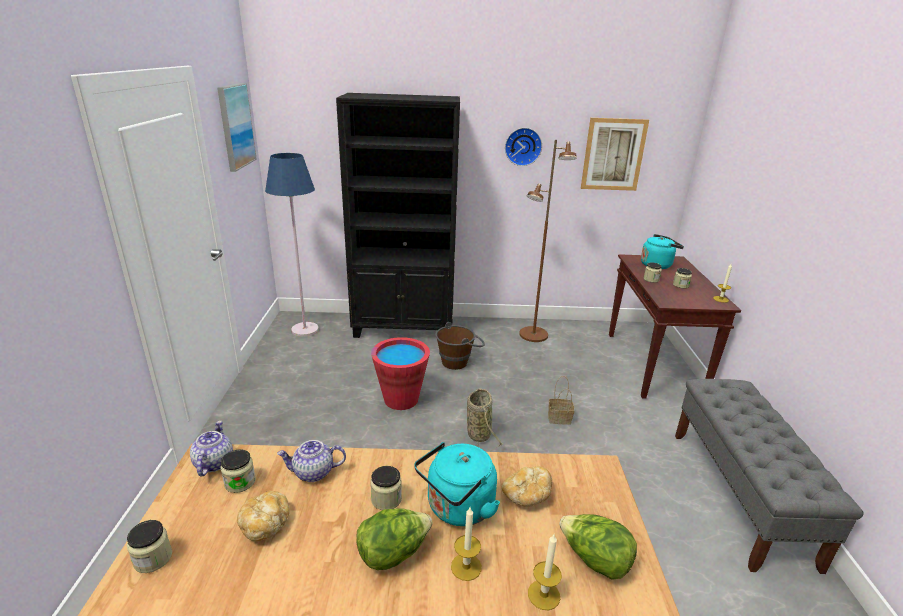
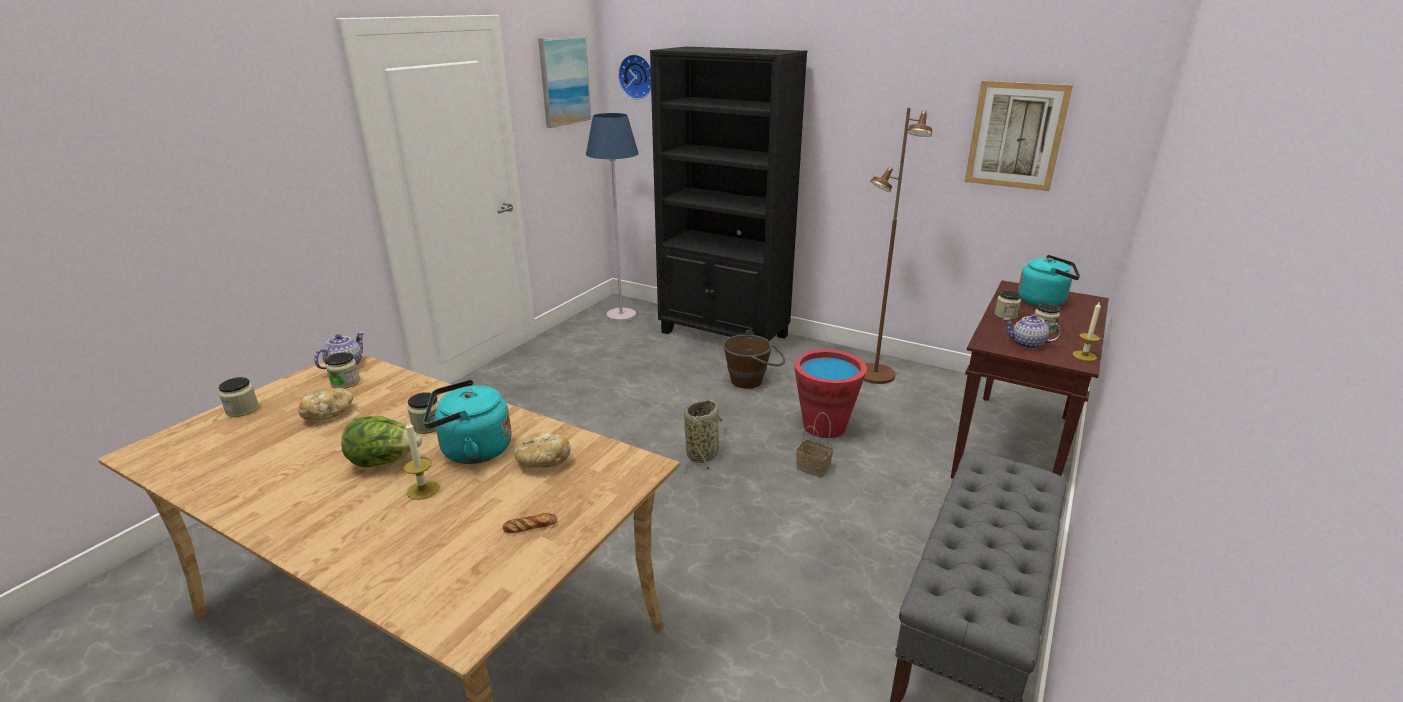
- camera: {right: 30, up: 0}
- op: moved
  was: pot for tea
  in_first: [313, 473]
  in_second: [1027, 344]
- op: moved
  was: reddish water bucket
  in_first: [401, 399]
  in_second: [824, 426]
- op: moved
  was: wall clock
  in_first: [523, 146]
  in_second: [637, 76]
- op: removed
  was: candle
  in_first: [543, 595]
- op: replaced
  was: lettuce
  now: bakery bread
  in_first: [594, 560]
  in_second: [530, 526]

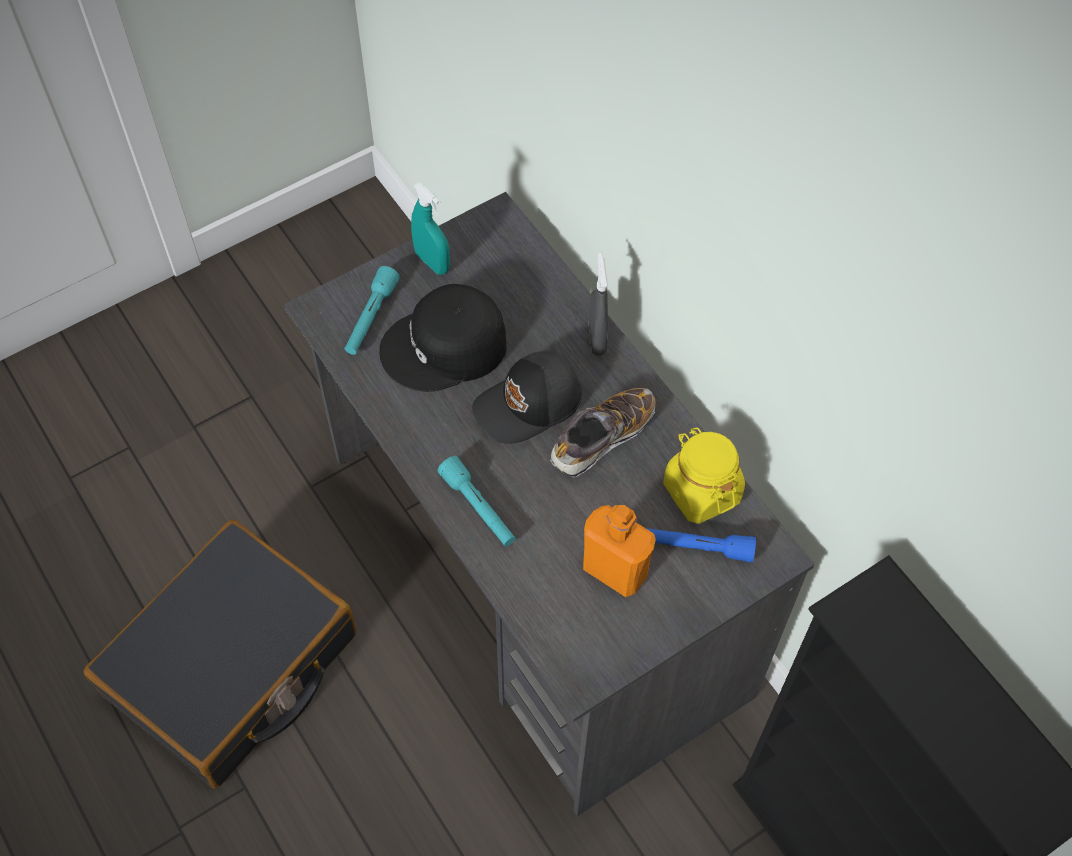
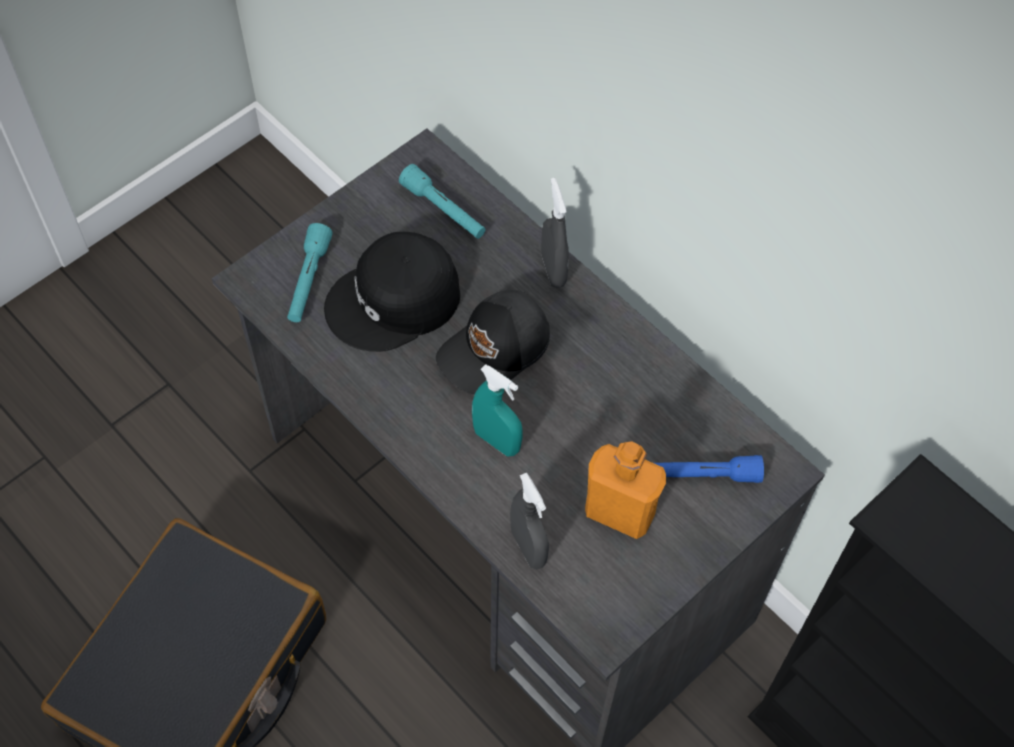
- camera: {right: -10, up: 0}
- op: moved
  was: turquoise-coloured spray bottle
  in_first: [432, 262]
  in_second: [497, 441]
- op: moved
  was: turquoise-coloured hand torch
  in_first: [478, 508]
  in_second: [444, 210]
- op: removed
  was: shoe
  in_first: [602, 438]
- op: removed
  was: yellowish jar
  in_first: [701, 491]
- op: added
  now: grey spray bottle
  in_second: [528, 547]

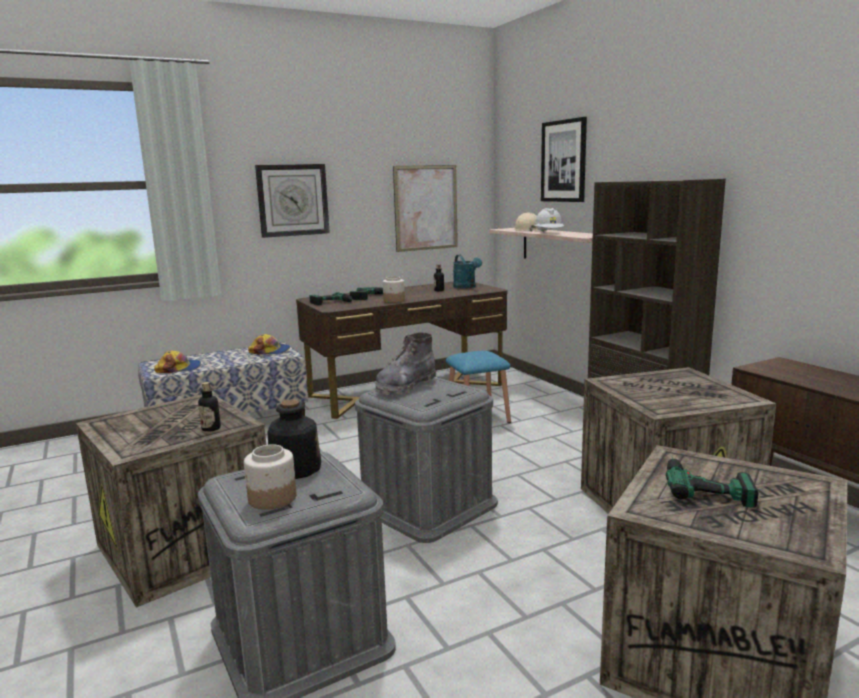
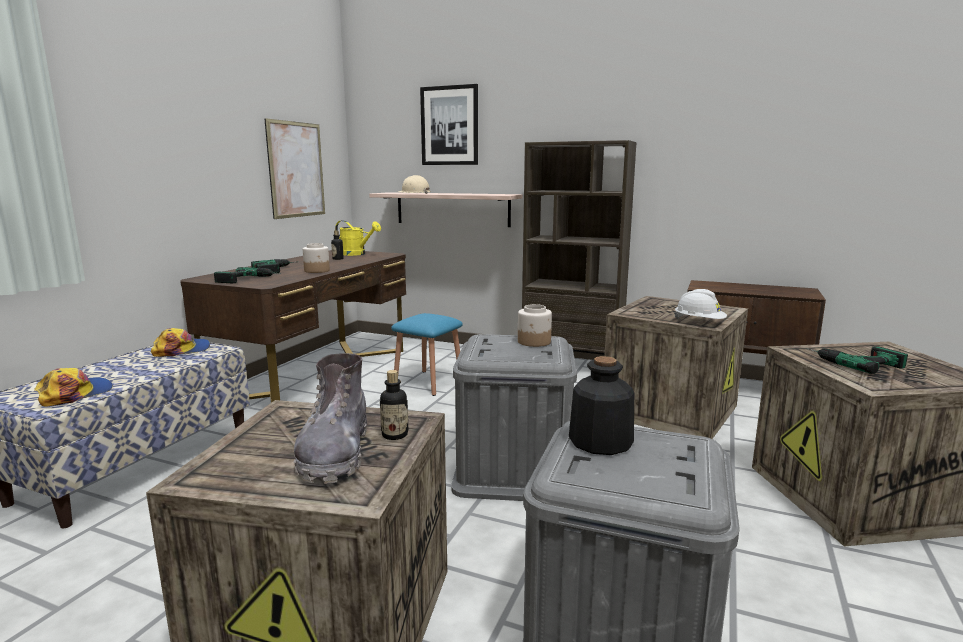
- camera: {right: -40, up: 0}
- op: moved
  was: jar
  in_first: [272, 498]
  in_second: [534, 342]
- op: removed
  was: wall clock
  in_first: [293, 200]
- op: moved
  was: grey boot
  in_first: [406, 386]
  in_second: [335, 453]
- op: recoloured
  was: turquoise-coloured watering pot
  now: yellowish watering pot
  in_first: [466, 287]
  in_second: [357, 254]
- op: moved
  was: white hard hat
  in_first: [548, 233]
  in_second: [699, 322]

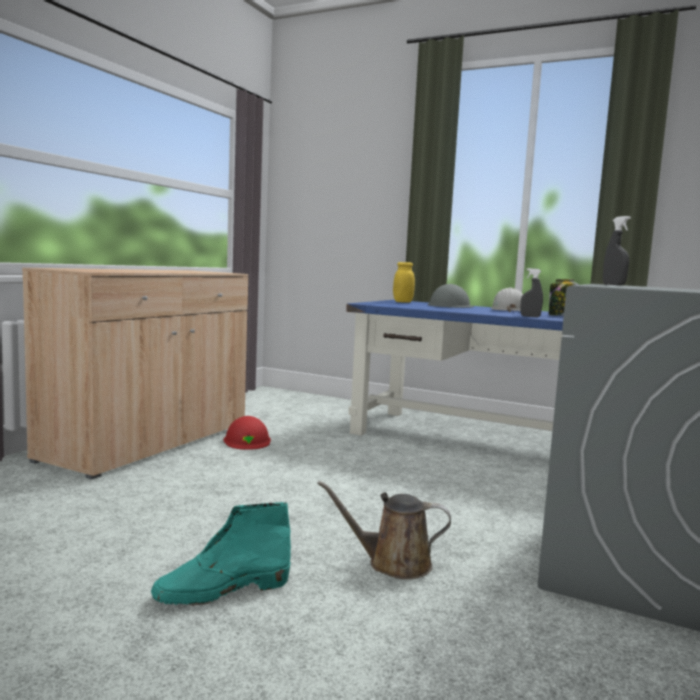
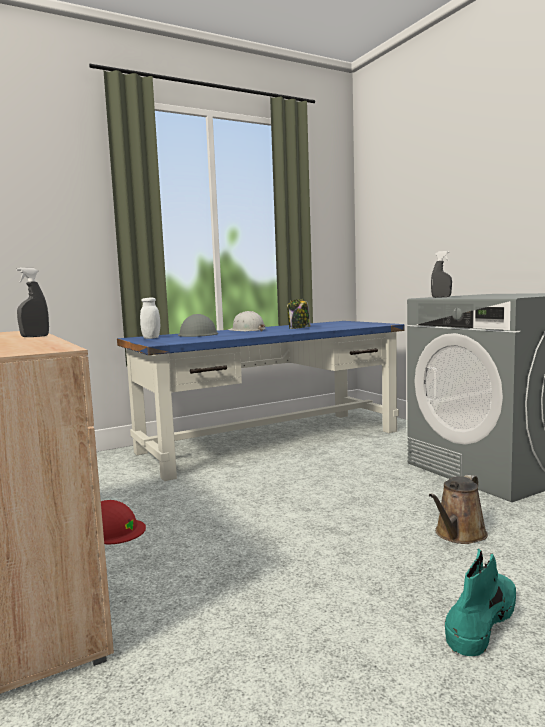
- camera: {right: -55, up: 0}
- op: turned
  was: turquoise-coloured boot
  in_first: [221, 591]
  in_second: [482, 619]
  clockwise: -150
- op: recoloured
  was: yellowish jar
  now: white jar
  in_first: [403, 302]
  in_second: [151, 338]
- op: moved
  was: grey spray bottle
  in_first: [530, 316]
  in_second: [35, 336]

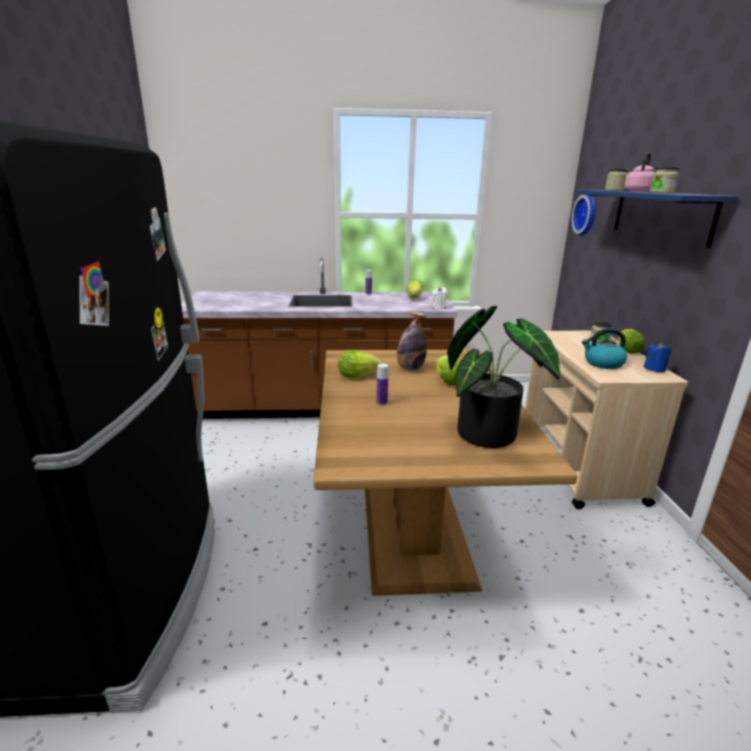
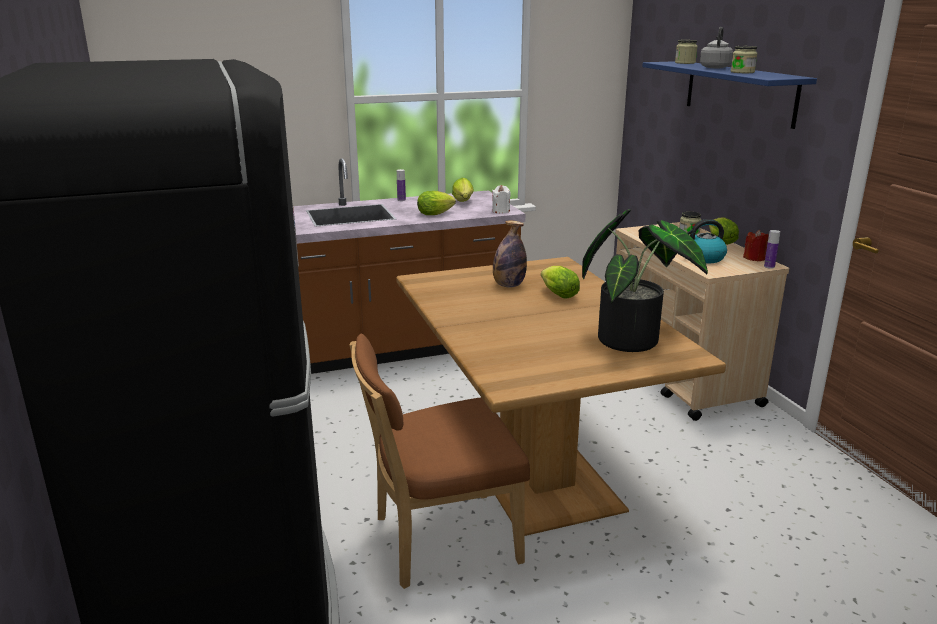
- camera: {right: -15, up: 0}
- op: moved
  was: lettuce
  in_first: [360, 376]
  in_second: [437, 214]
- op: moved
  was: beverage bottle
  in_first: [382, 403]
  in_second: [769, 266]
- op: removed
  was: wall clock
  in_first: [587, 214]
- op: recoloured
  was: pinkish kettle
  now: grey kettle
  in_first: [639, 191]
  in_second: [715, 67]
- op: recoloured
  was: blue-coloured candle
  now: reddish candle
  in_first: [654, 369]
  in_second: [754, 258]
- op: added
  now: brownish chair
  in_second: [439, 540]

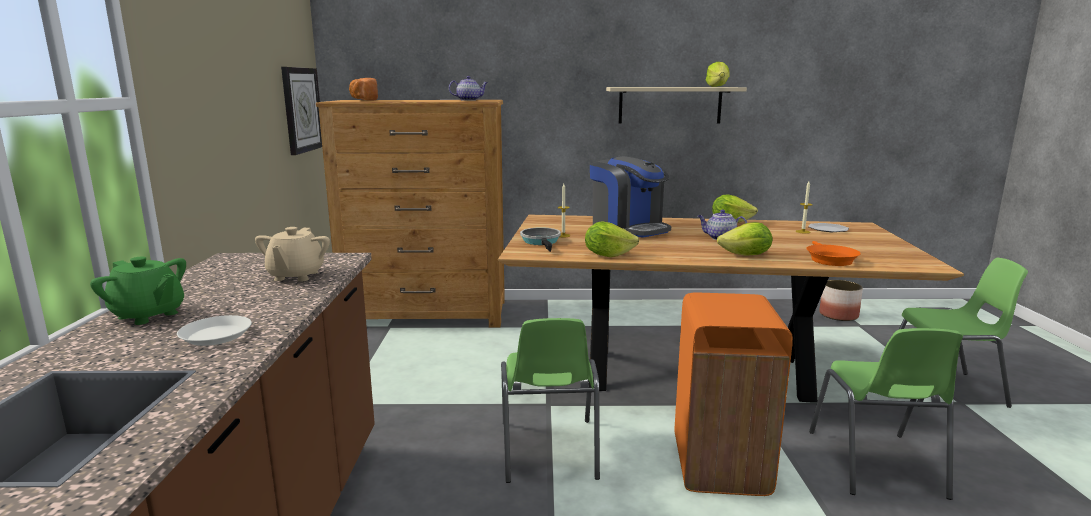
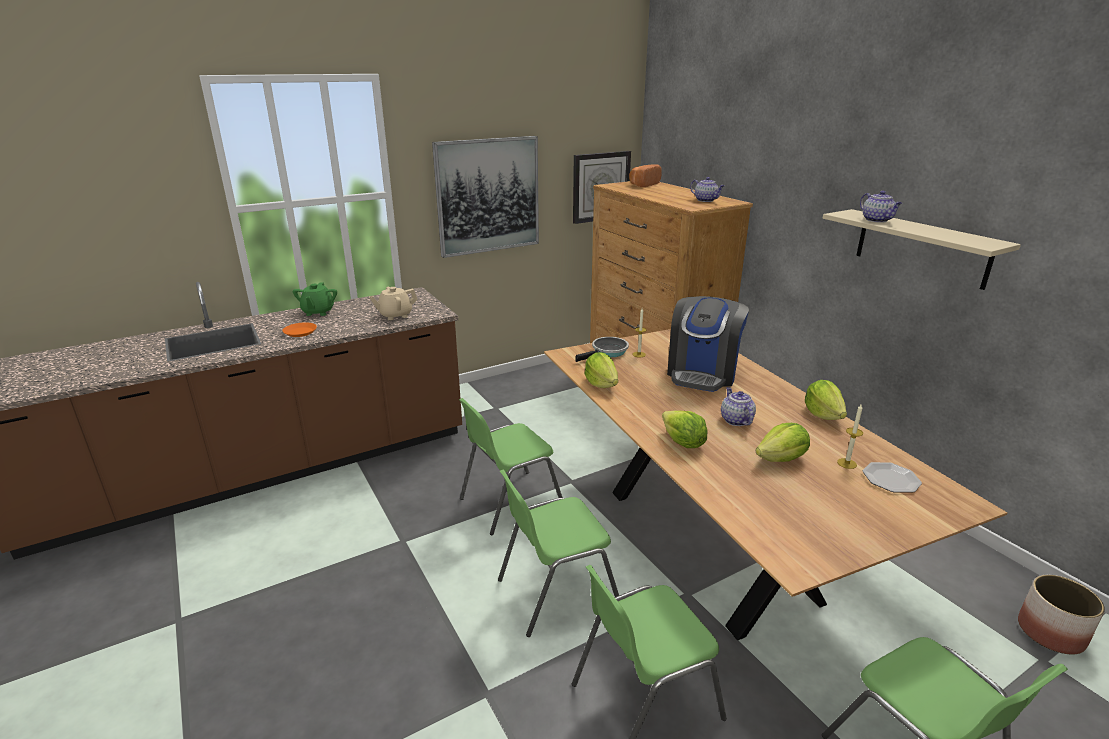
- camera: {right: 60, up: 10}
- op: recoloured
  was: white flat dish
  now: orange flat dish
  in_first: [216, 335]
  in_second: [300, 332]
- op: replaced
  was: orange waste bin
  now: green chair
  in_first: [719, 466]
  in_second: [555, 592]
- op: moved
  was: lettuce
  in_first: [717, 86]
  in_second: [781, 459]
- op: removed
  was: orange pan
  in_first: [829, 259]
- op: added
  now: picture
  in_second: [488, 196]
- op: added
  now: pot for tea
  in_second: [877, 220]

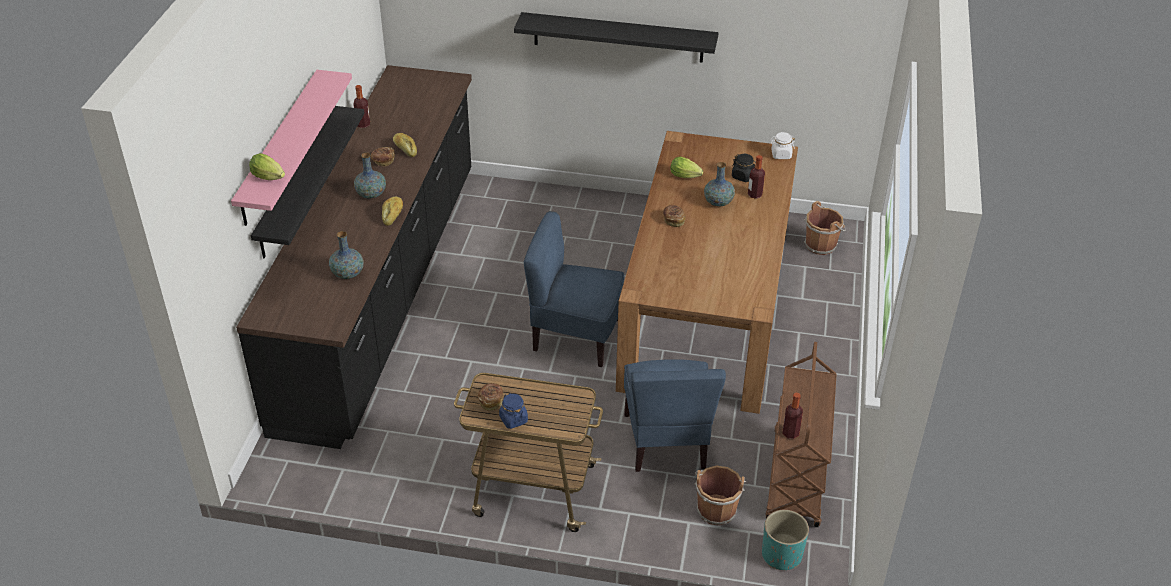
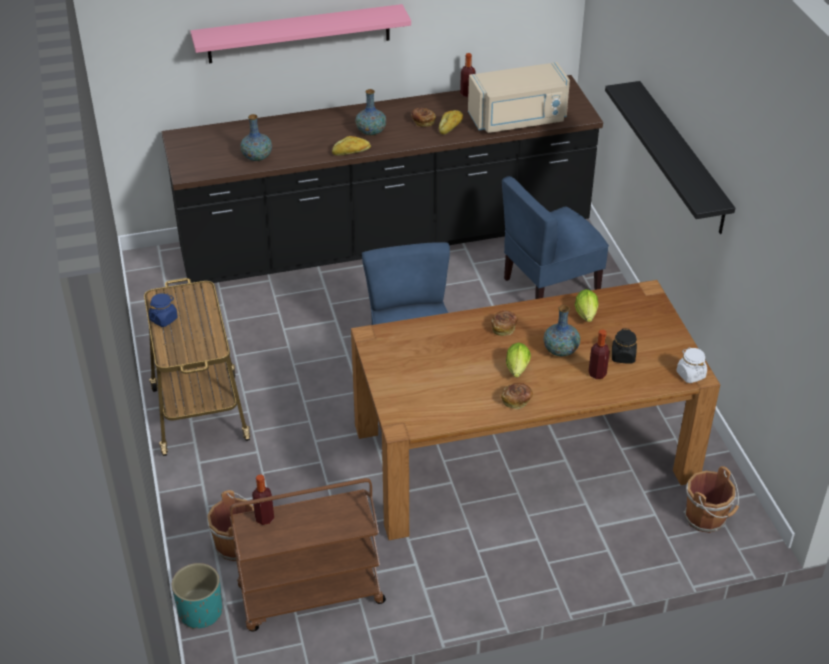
- camera: {right: 65, up: 0}
- op: moved
  was: lettuce
  in_first: [270, 178]
  in_second: [517, 370]
- op: removed
  was: blackish wall shelf
  in_first: [295, 182]
- op: moved
  was: bakery bread
  in_first: [491, 401]
  in_second: [516, 401]
- op: moved
  was: blue-coloured chair
  in_first: [666, 441]
  in_second: [550, 286]
- op: added
  now: beige-coloured kitchen microwave
  in_second: [518, 120]

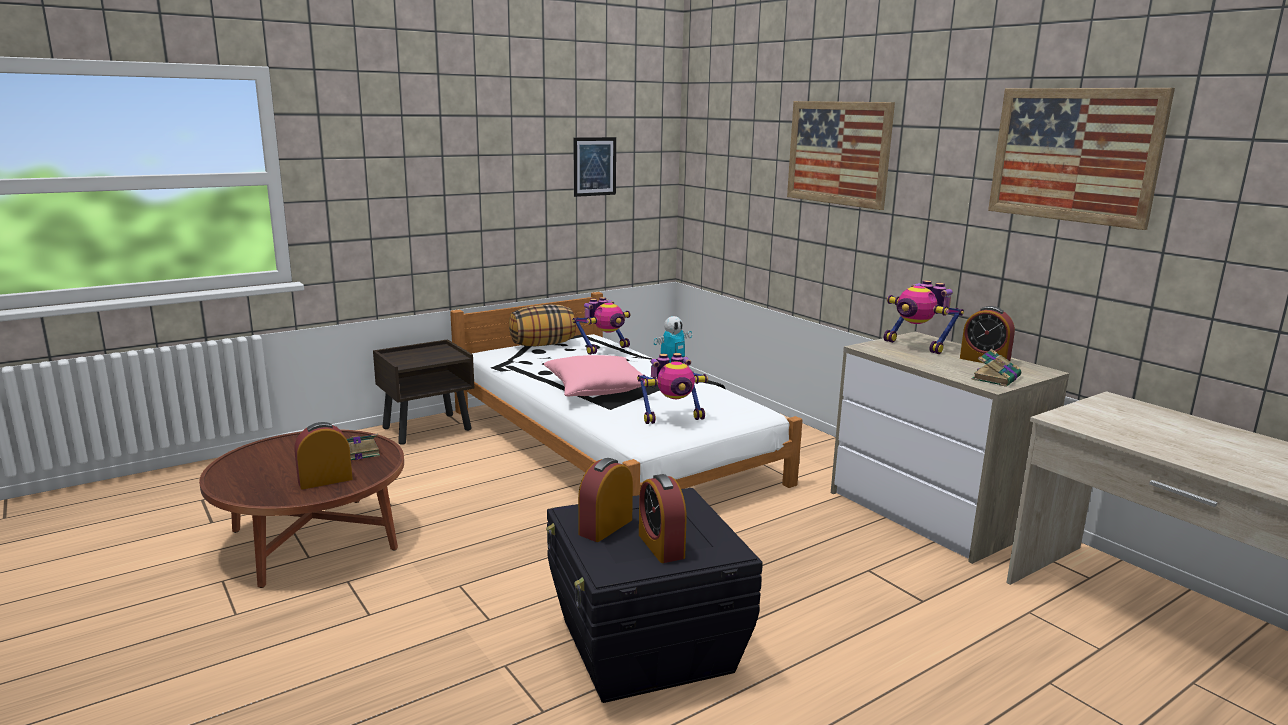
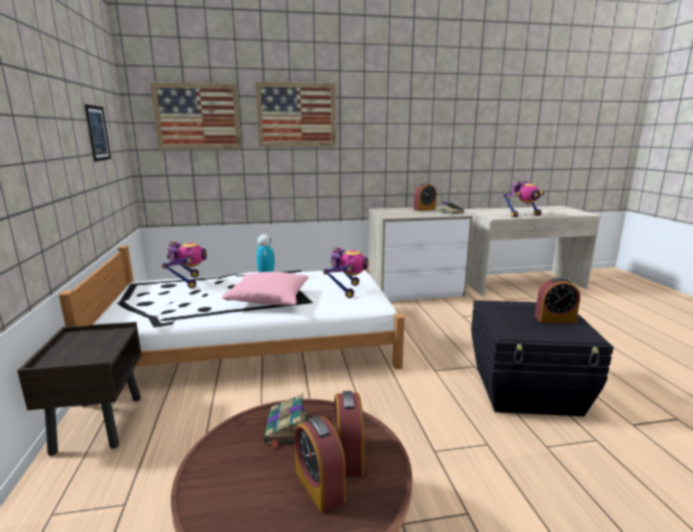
- camera: {right: -65, up: 0}
- op: removed
  was: throw pillow
  in_first: [543, 344]
- op: moved
  was: alarm clock
  in_first: [605, 527]
  in_second: [319, 486]
- op: moved
  was: robot figure
  in_first: [917, 346]
  in_second: [523, 215]
- op: moved
  was: picture
  in_first: [1073, 155]
  in_second: [197, 117]

